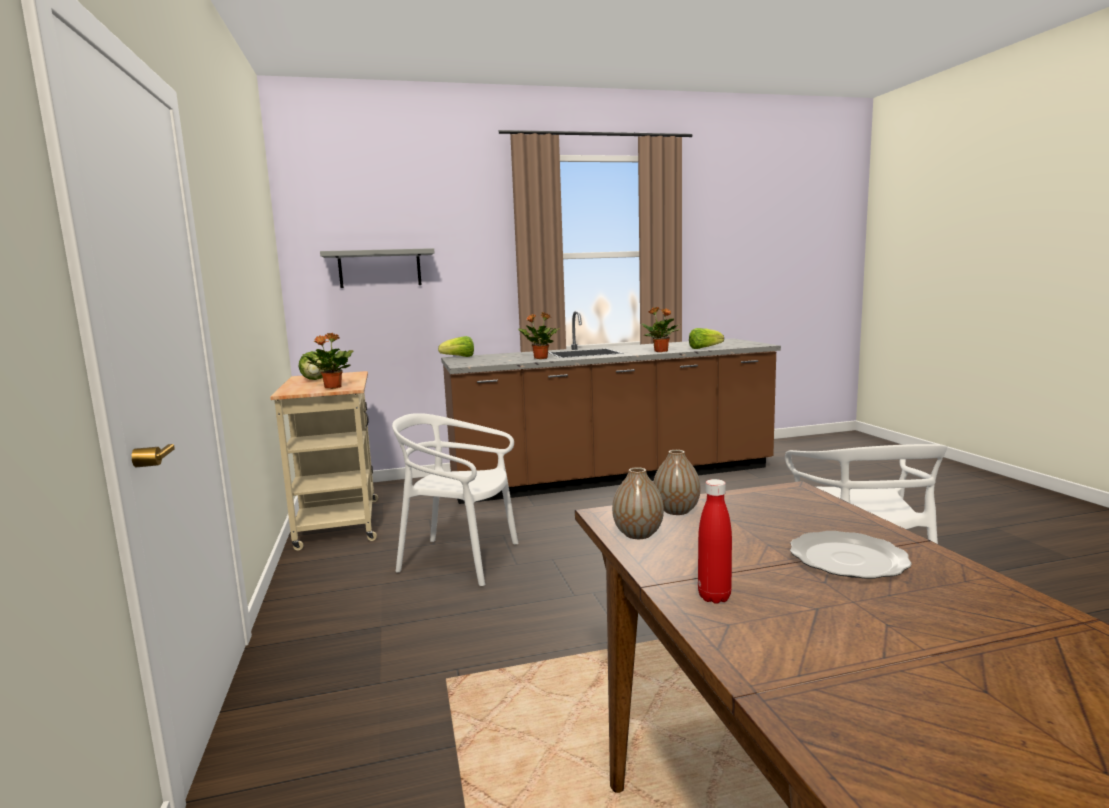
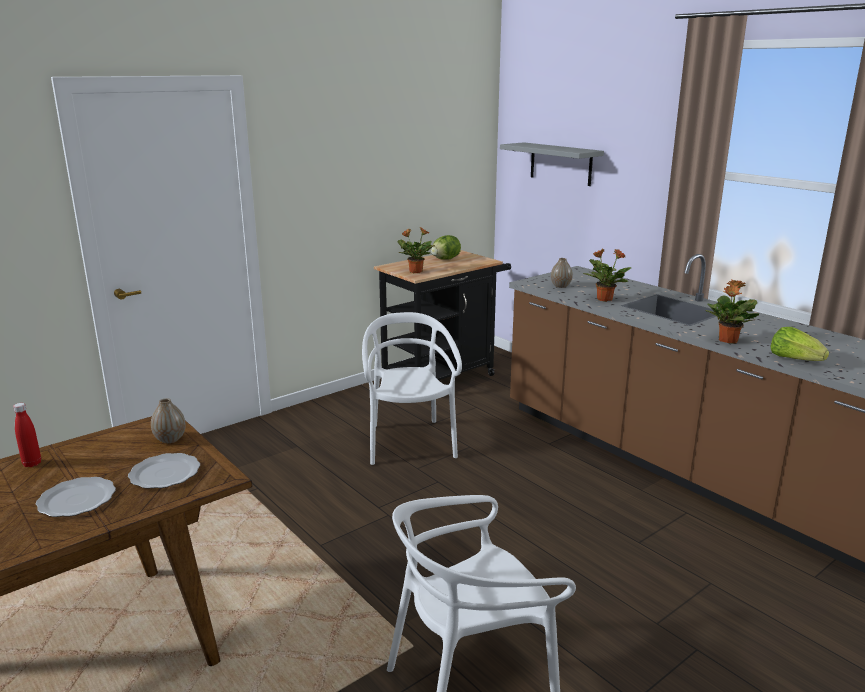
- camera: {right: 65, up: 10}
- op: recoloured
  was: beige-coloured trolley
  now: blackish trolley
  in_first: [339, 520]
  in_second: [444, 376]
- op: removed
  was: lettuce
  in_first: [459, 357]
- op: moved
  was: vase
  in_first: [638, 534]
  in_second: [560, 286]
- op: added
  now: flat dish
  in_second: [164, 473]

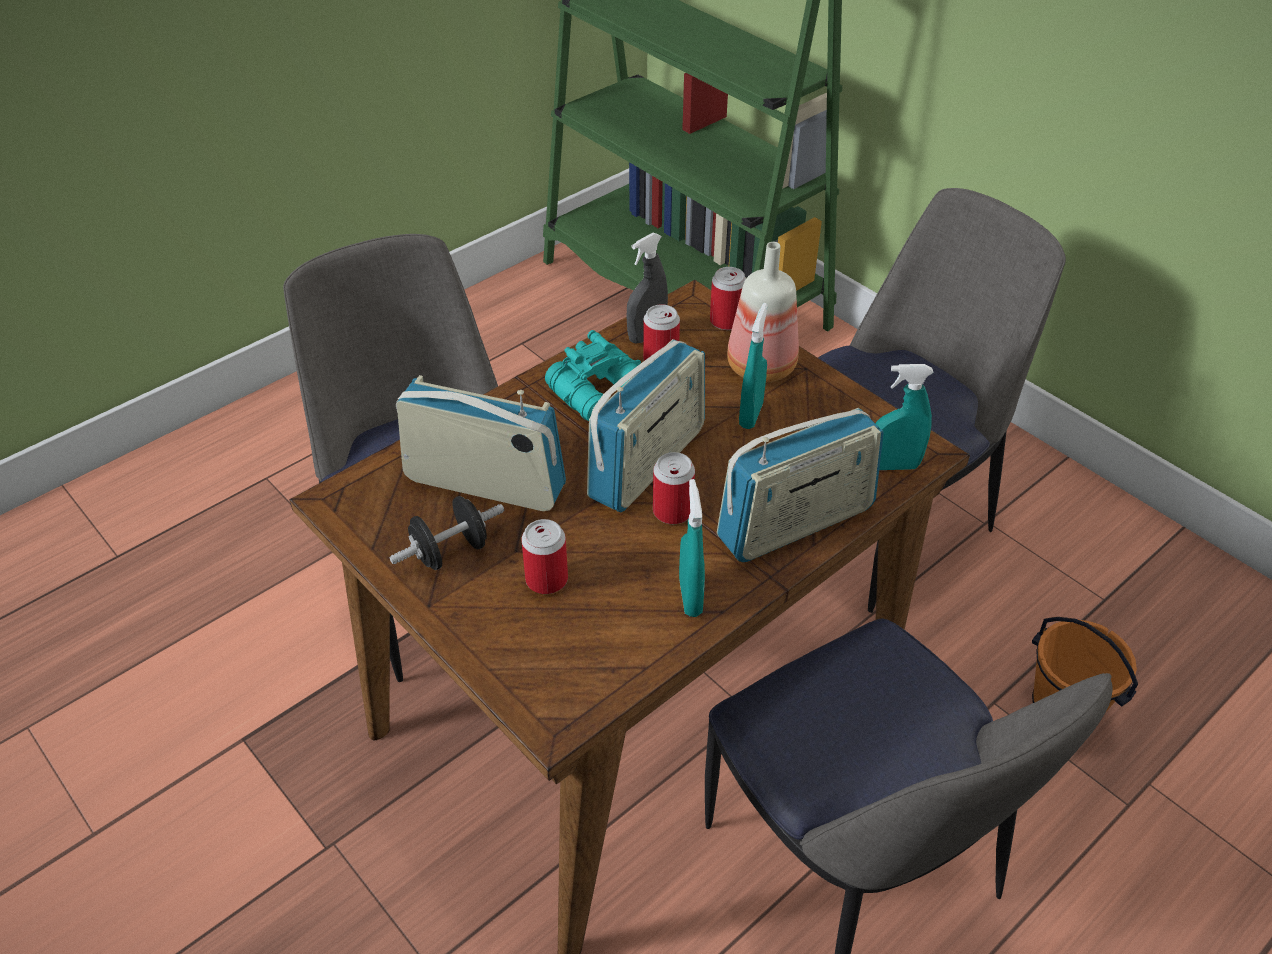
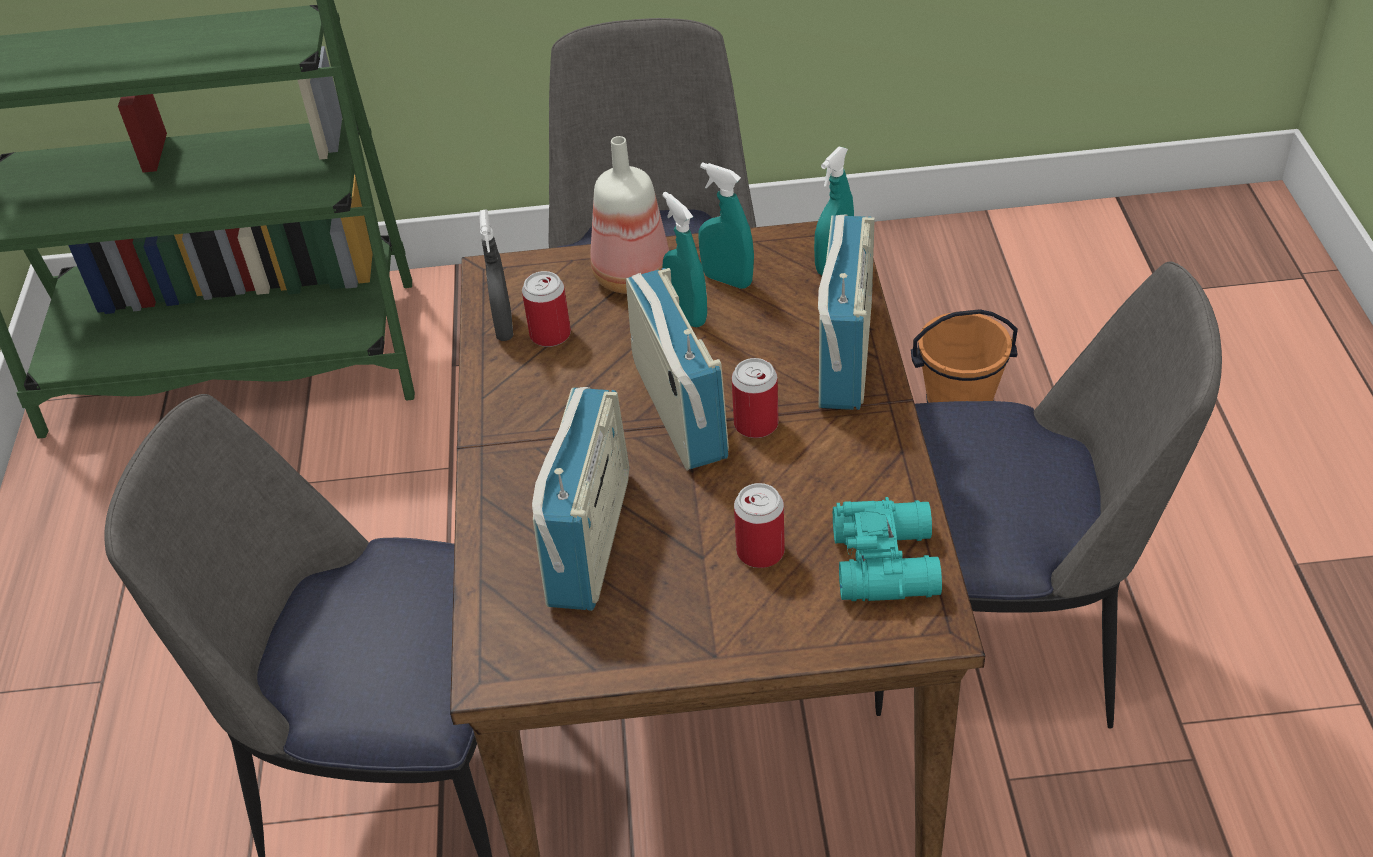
- camera: {right: -50, up: 0}
- op: removed
  was: blackish dumbbell
  in_first: [450, 552]
- op: turned
  was: radio receiver
  in_first: [485, 484]
  in_second: [589, 540]
  clockwise: 135
- op: moved
  was: turquoise-coloured binoculars
  in_first: [602, 393]
  in_second: [888, 561]
- op: moved
  was: turquoise-coloured spray bottle
  in_first: [690, 597]
  in_second: [727, 280]
- op: removed
  was: metal can
  in_first: [726, 321]

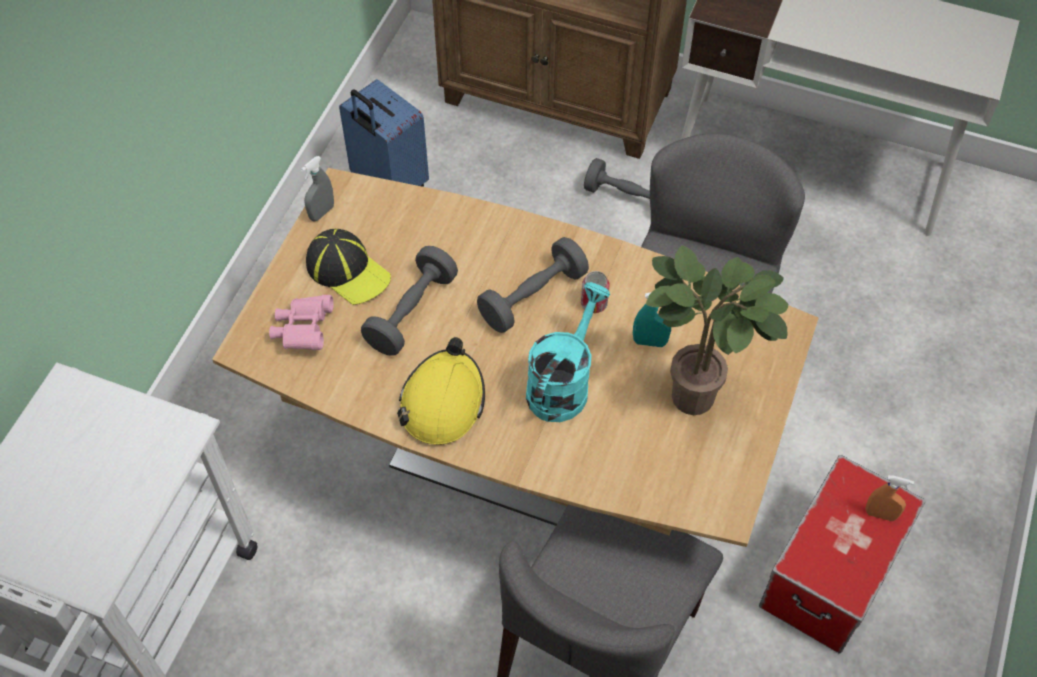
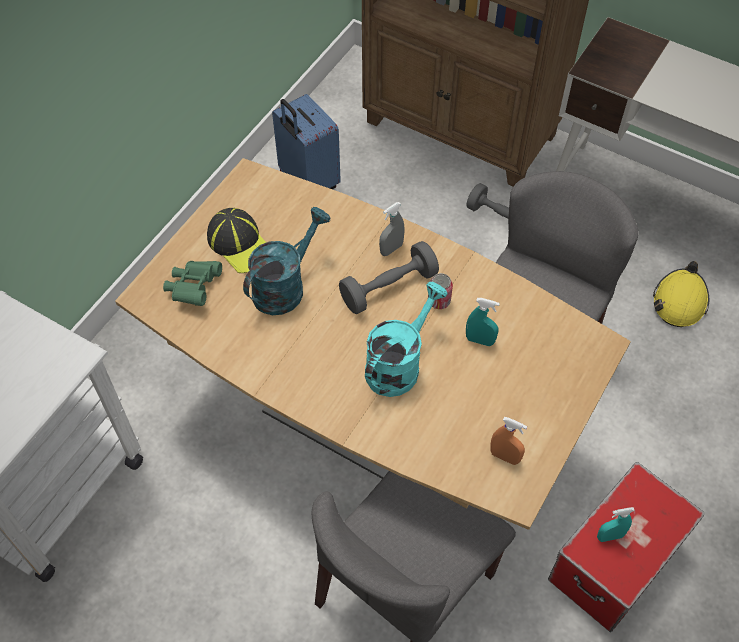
- camera: {right: 10, up: 0}
- op: recoloured
  was: pinkish binoculars
  now: green binoculars
  in_first: [304, 330]
  in_second: [194, 288]
- op: moved
  was: grey spray bottle
  in_first: [321, 212]
  in_second: [391, 249]
- op: replaced
  was: grey dumbbell
  now: turquoise-coloured watering pot
  in_first: [411, 312]
  in_second: [285, 286]
- op: moved
  was: yellowish hard hat
  in_first: [442, 402]
  in_second: [679, 301]
- op: removed
  was: potted plant
  in_first: [701, 396]
- op: moved
  was: orange spray bottle
  in_first: [880, 514]
  in_second: [504, 457]
- op: added
  now: turquoise-coloured spray bottle
  in_second: [610, 536]

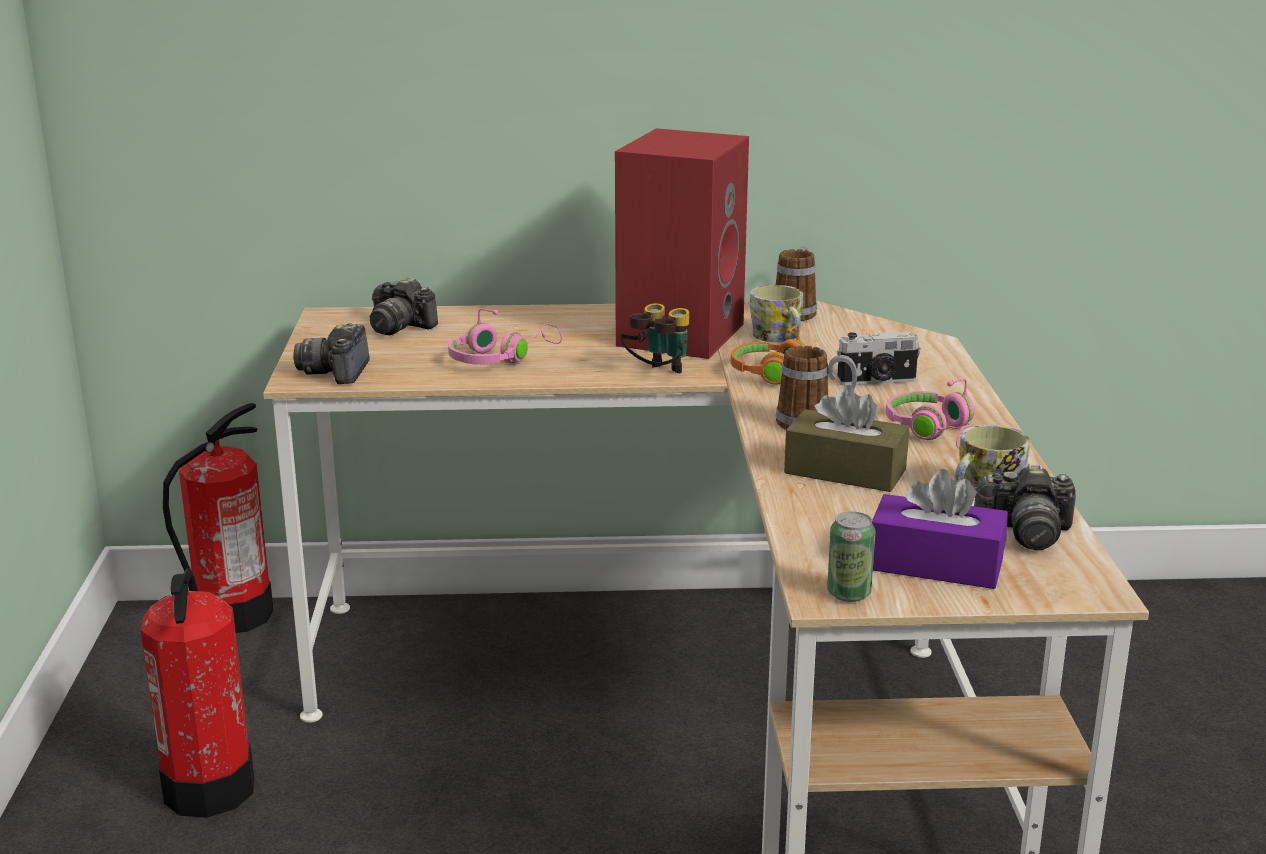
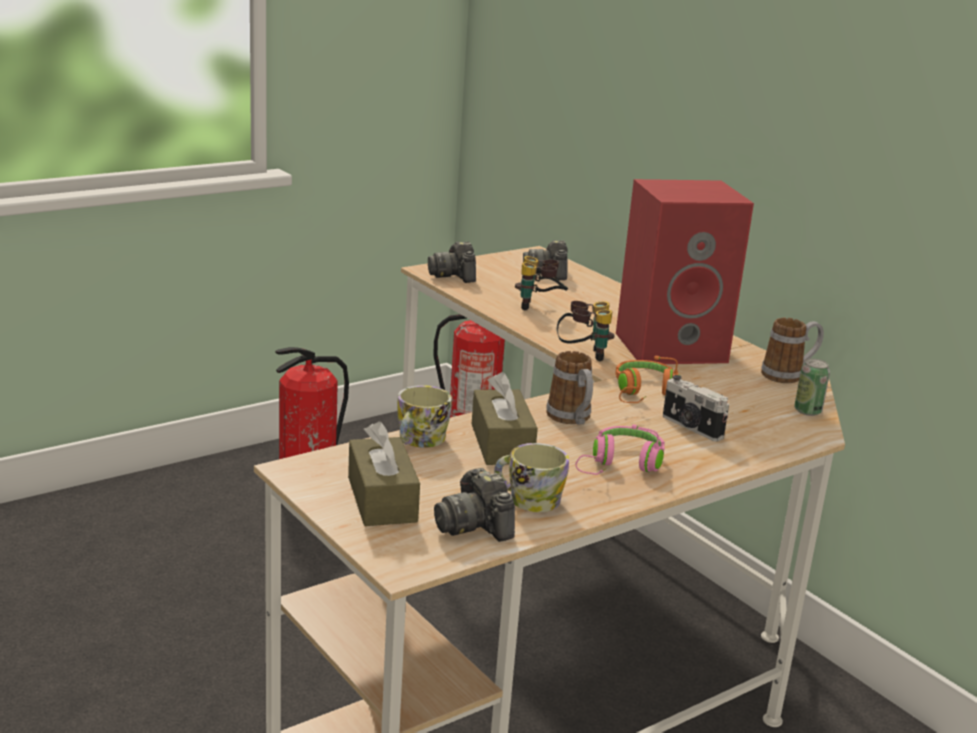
- camera: {right: 55, up: 0}
- op: turned
  was: still camera
  in_first: [337, 372]
  in_second: [454, 275]
  clockwise: -75
- op: replaced
  was: pinkish pair of headphones
  now: binoculars
  in_first: [499, 358]
  in_second: [539, 307]
- op: moved
  was: mug
  in_first: [779, 338]
  in_second: [418, 441]
- op: moved
  was: metal can
  in_first: [848, 593]
  in_second: [807, 411]
- op: recoloured
  was: purple tissue holder
  now: brownish tissue holder
  in_first: [935, 564]
  in_second: [382, 499]

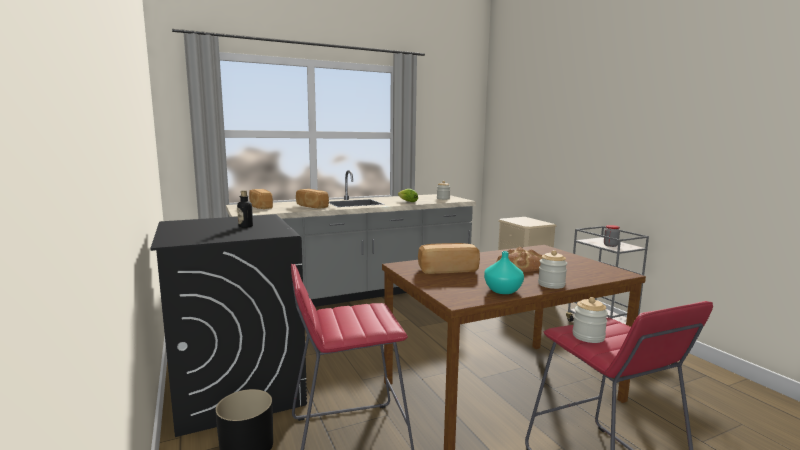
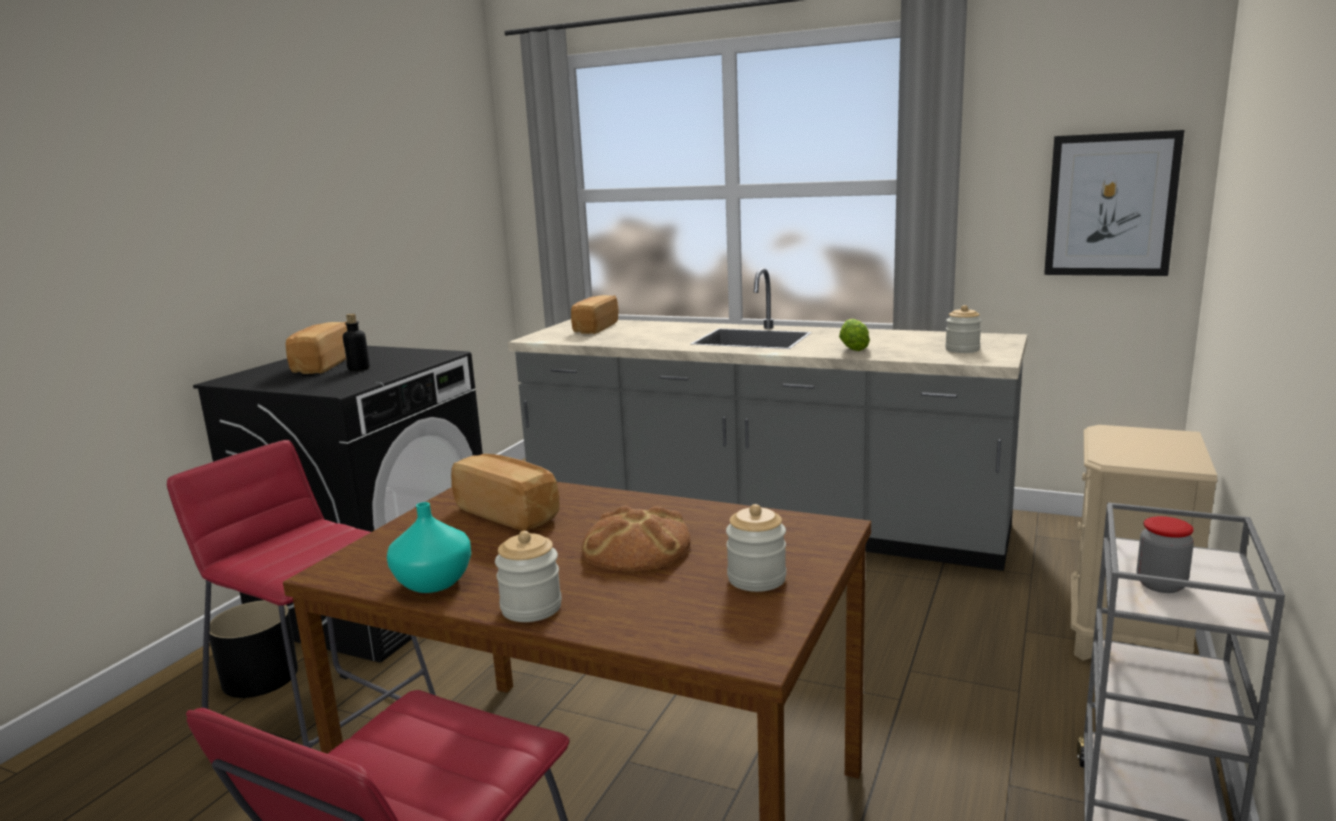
- camera: {right: 50, up: 5}
- op: moved
  was: bakery bread
  in_first: [311, 206]
  in_second: [321, 365]
- op: moved
  was: jar
  in_first: [588, 336]
  in_second: [756, 579]
- op: added
  now: picture
  in_second: [1110, 205]

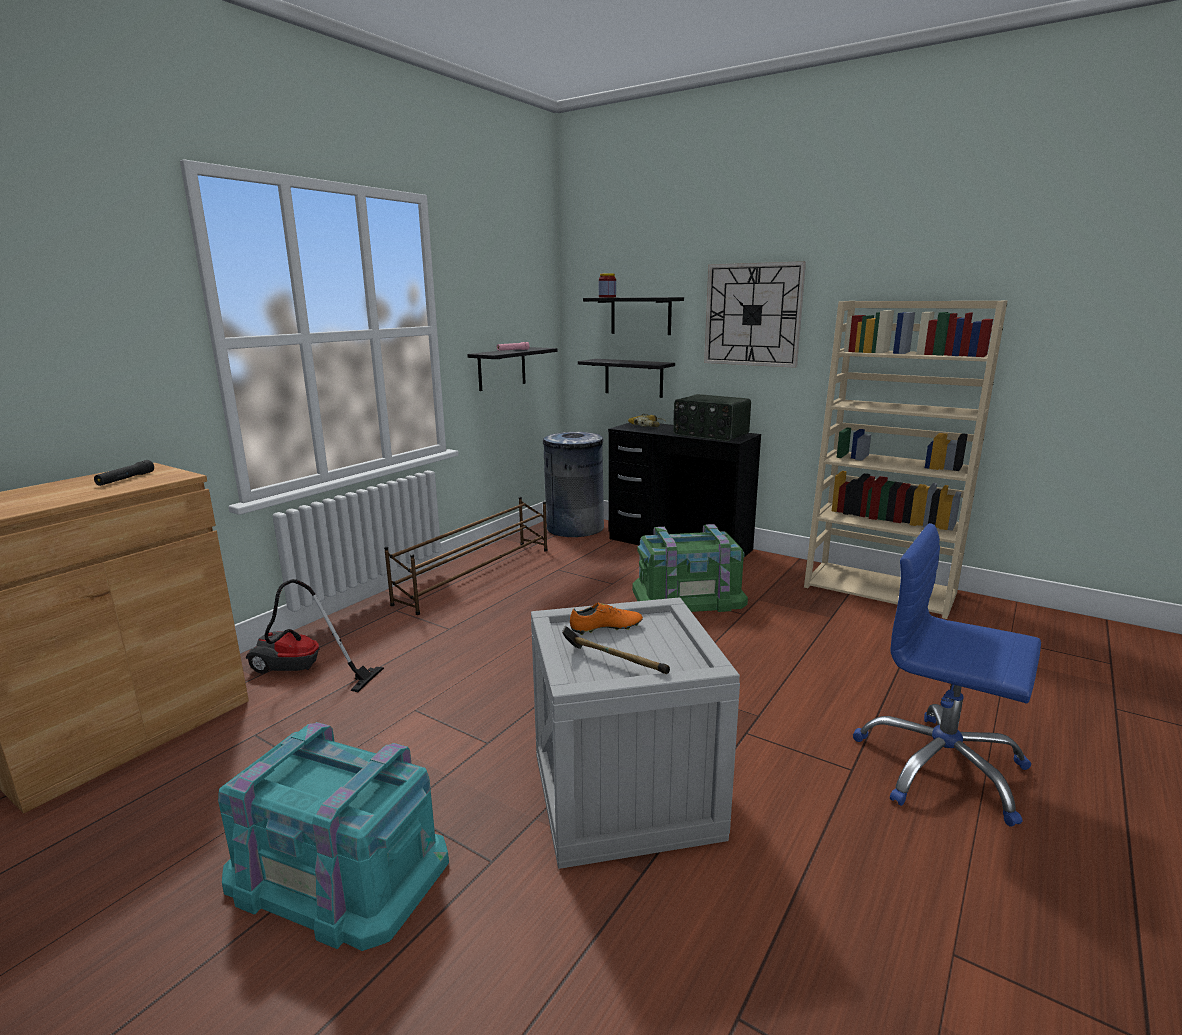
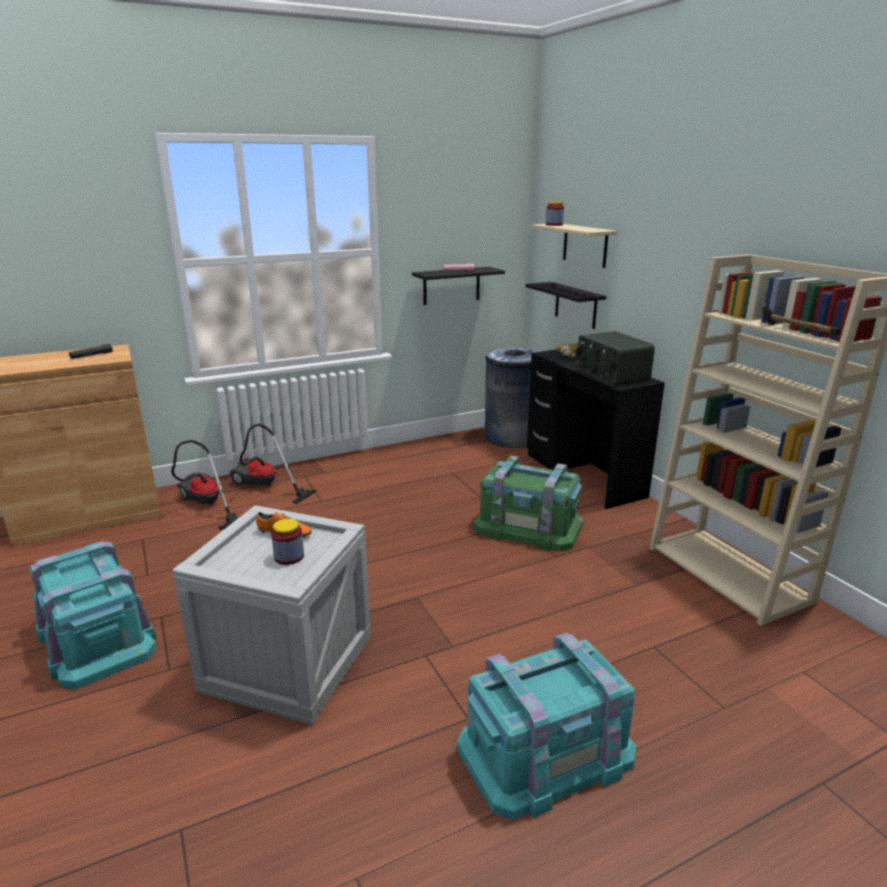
- camera: {right: 30, up: 5}
- op: removed
  was: brownish shoe shelf
  in_first: [477, 575]
- op: moved
  was: hand hammer
  in_first: [612, 664]
  in_second: [795, 332]
- op: recoloured
  was: blackish wall shelf
  now: beige-coloured wall shelf
  in_first: [640, 316]
  in_second: [585, 245]
- op: removed
  was: wall clock
  in_first: [752, 315]
- op: replaced
  was: blue-coloured computer chair
  now: turquoise-coloured storage container
  in_first: [940, 768]
  in_second: [545, 750]
- op: added
  now: vacuum
  in_second: [264, 487]
- op: added
  now: jar
  in_second: [289, 557]

